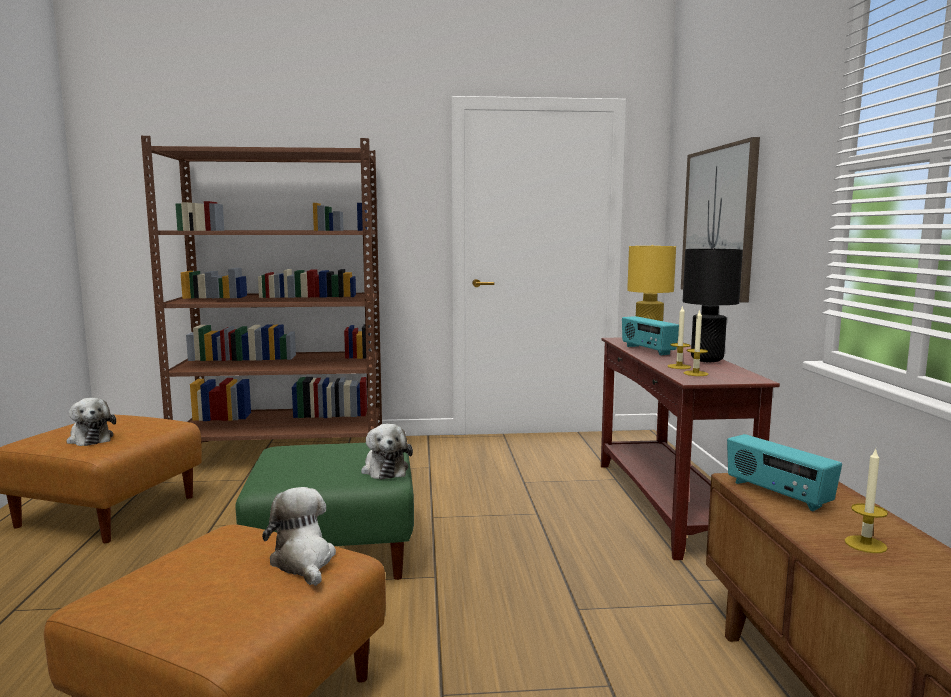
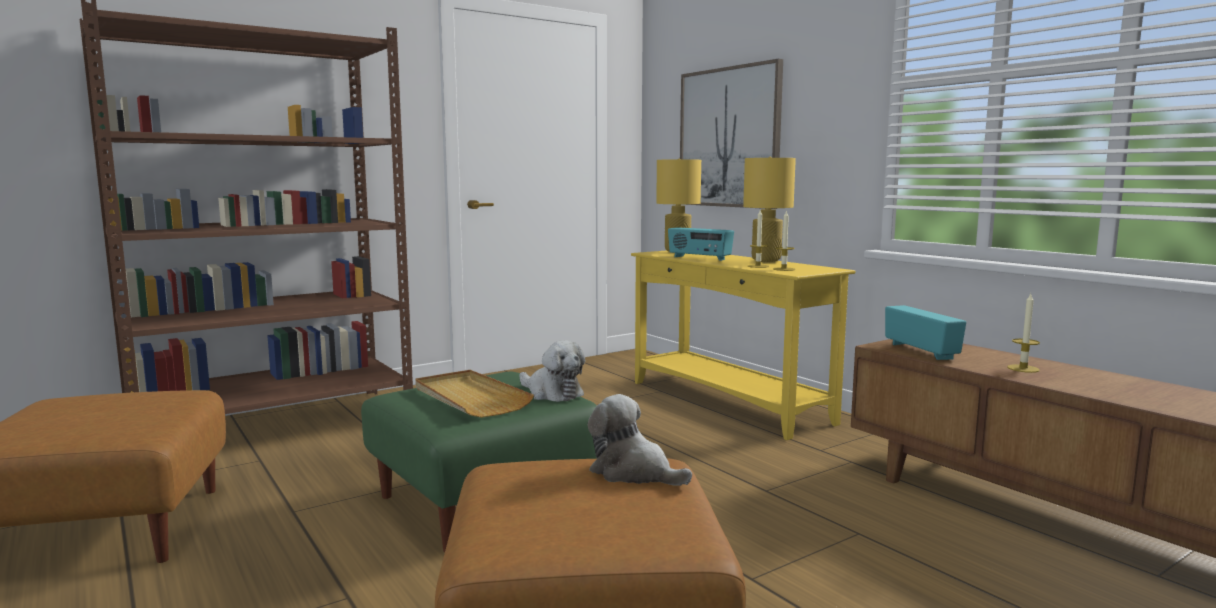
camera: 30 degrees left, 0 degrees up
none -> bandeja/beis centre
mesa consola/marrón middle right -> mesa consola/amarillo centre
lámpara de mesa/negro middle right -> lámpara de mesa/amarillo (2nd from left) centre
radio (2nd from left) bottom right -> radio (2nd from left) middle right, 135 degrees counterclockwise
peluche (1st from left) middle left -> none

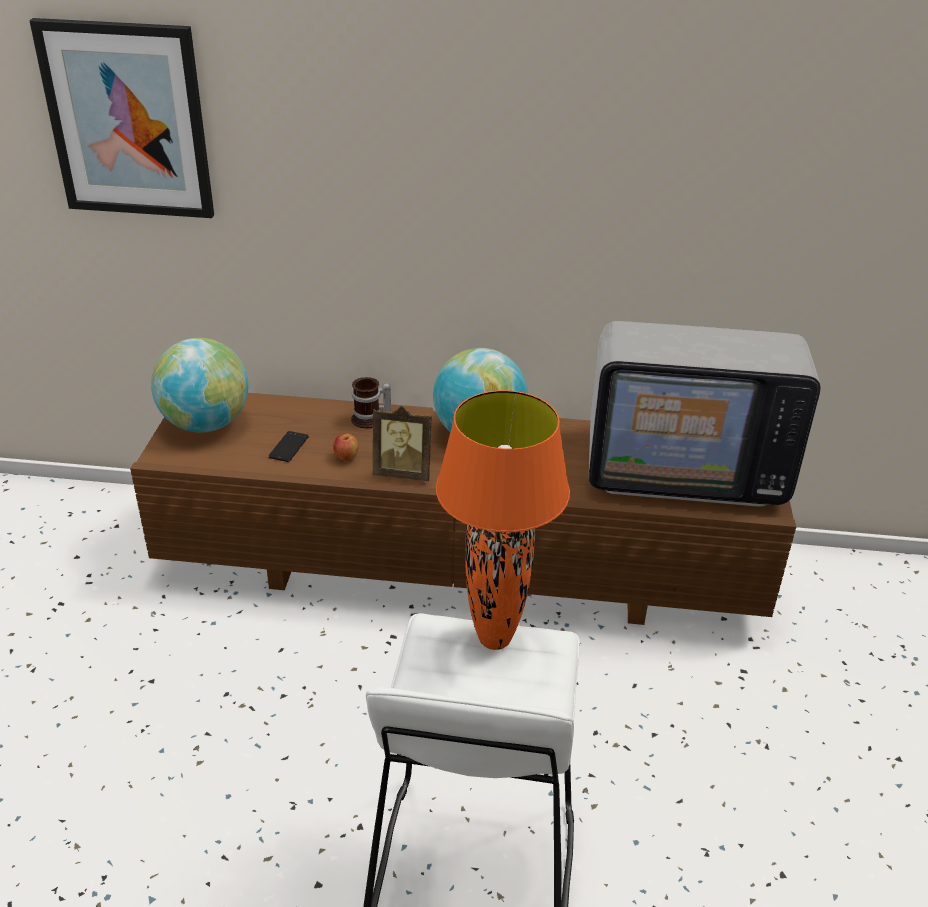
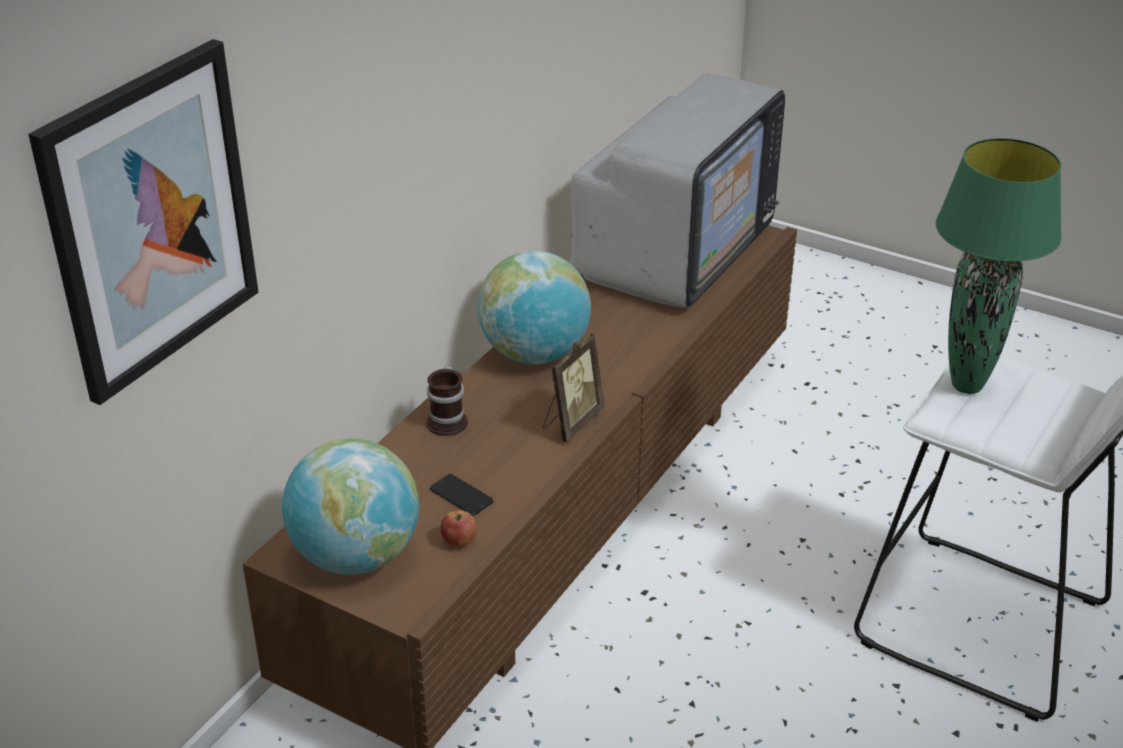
camera: 65 degrees left, 0 degrees up
manzana centre -> manzana bottom centre, moved
lámpara de mesa/naranja centre -> lámpara de mesa/verde middle right

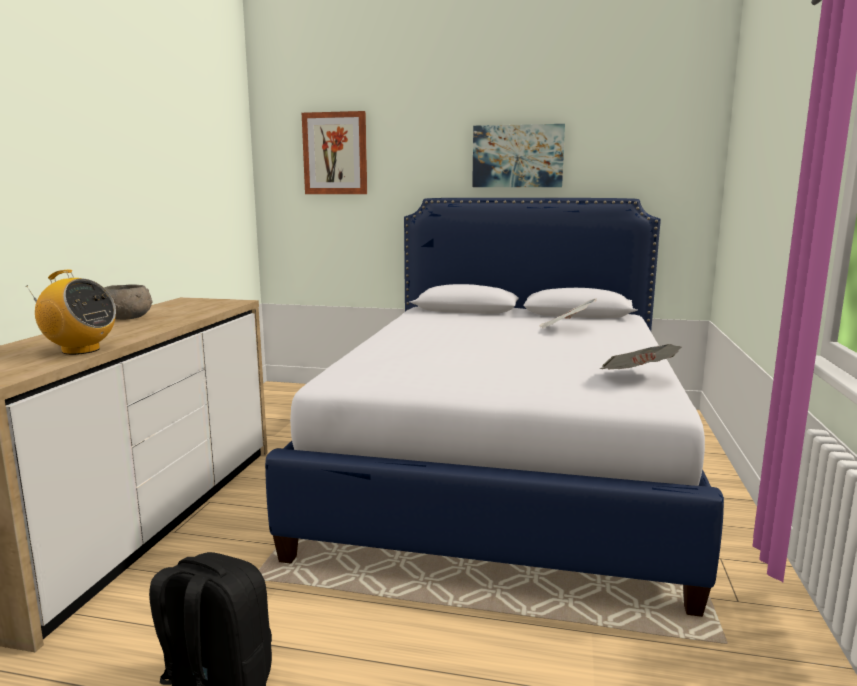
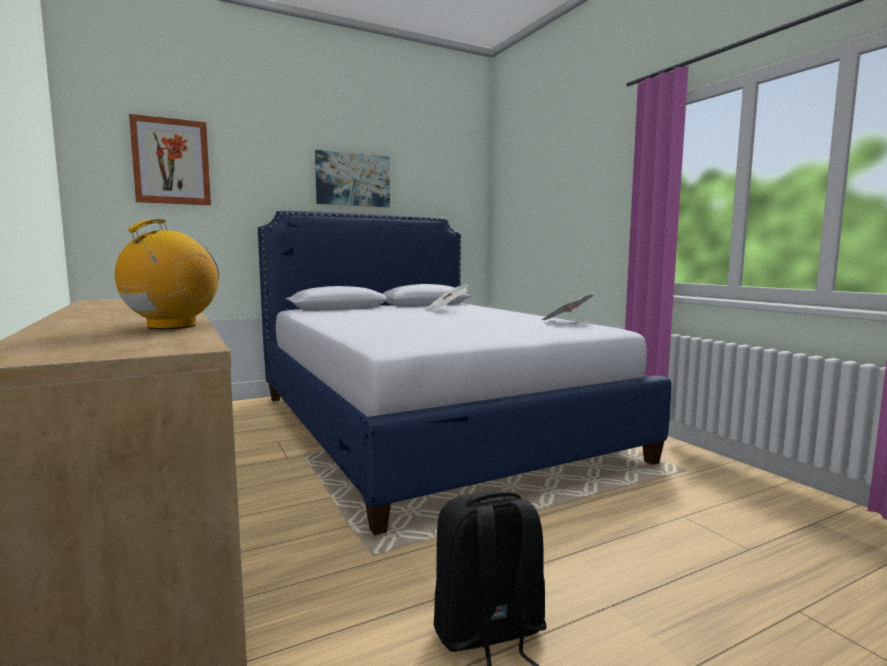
camera: 40 degrees left, 5 degrees down
radio middle left, 45 degrees counterclockwise
cuenco/gris middle left -> none

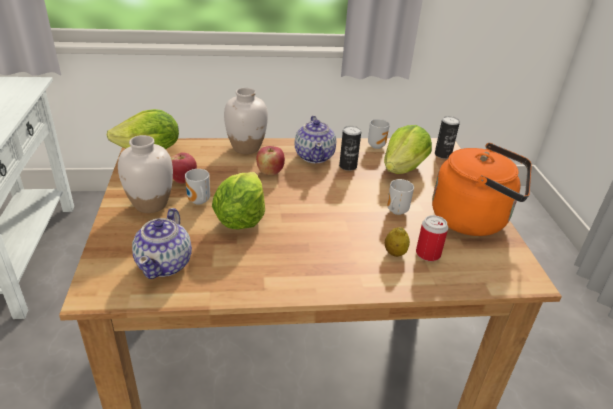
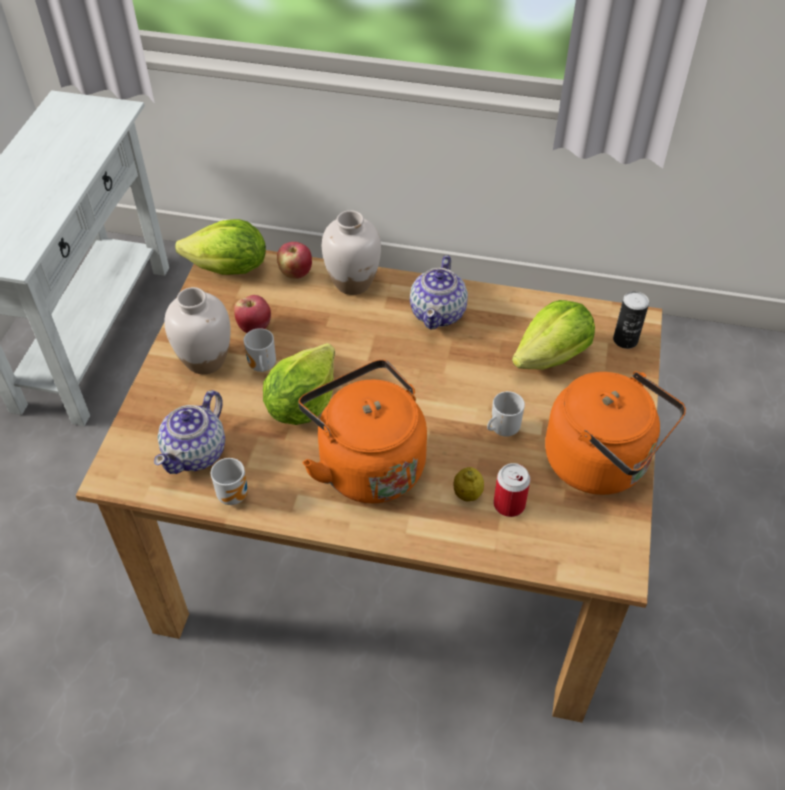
camera: 20 degrees right, 15 degrees up
taza grande (2nd from left in the first image) top centre -> taza grande (1st from left) middle left, moved
manzana (2nd from left) centre -> manzana (2nd from left) top centre, moved
none -> hervidor/naranja (1st from left) centre
lata (1st from left) centre -> none

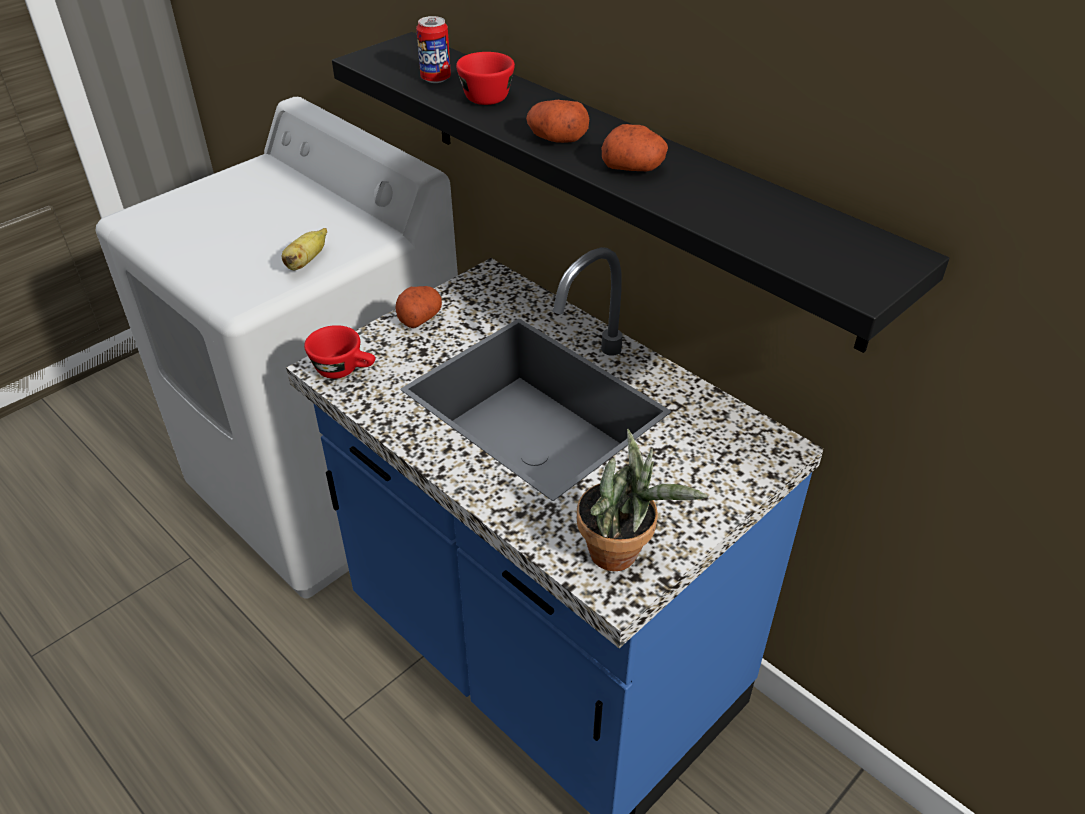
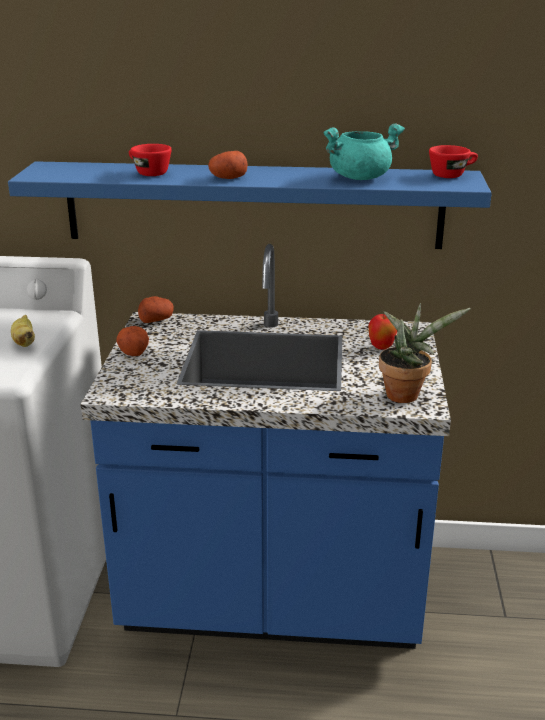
camera: 40 degrees left, 15 degrees down
estante/negro top centre -> estante/azul top centre
patata (3rd from left in the first image) top centre -> patata (2nd from left) middle left, moved
none -> olla/turquesa top right
none -> manzana middle right
taza/rojo (1st from left in the first image) middle left -> taza/rojo (2nd from left) top right, moved
lata top centre -> none

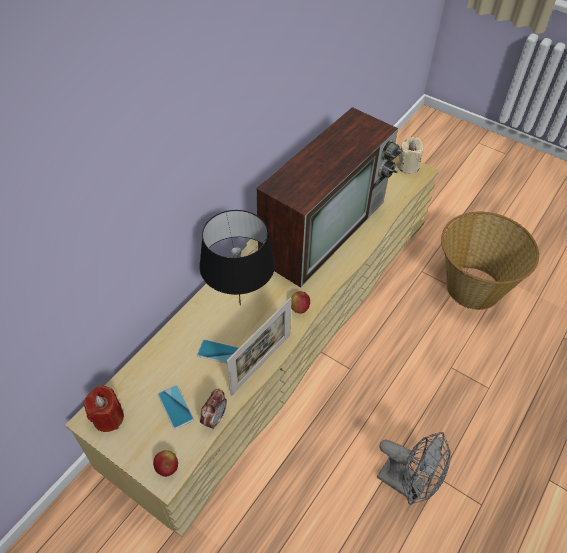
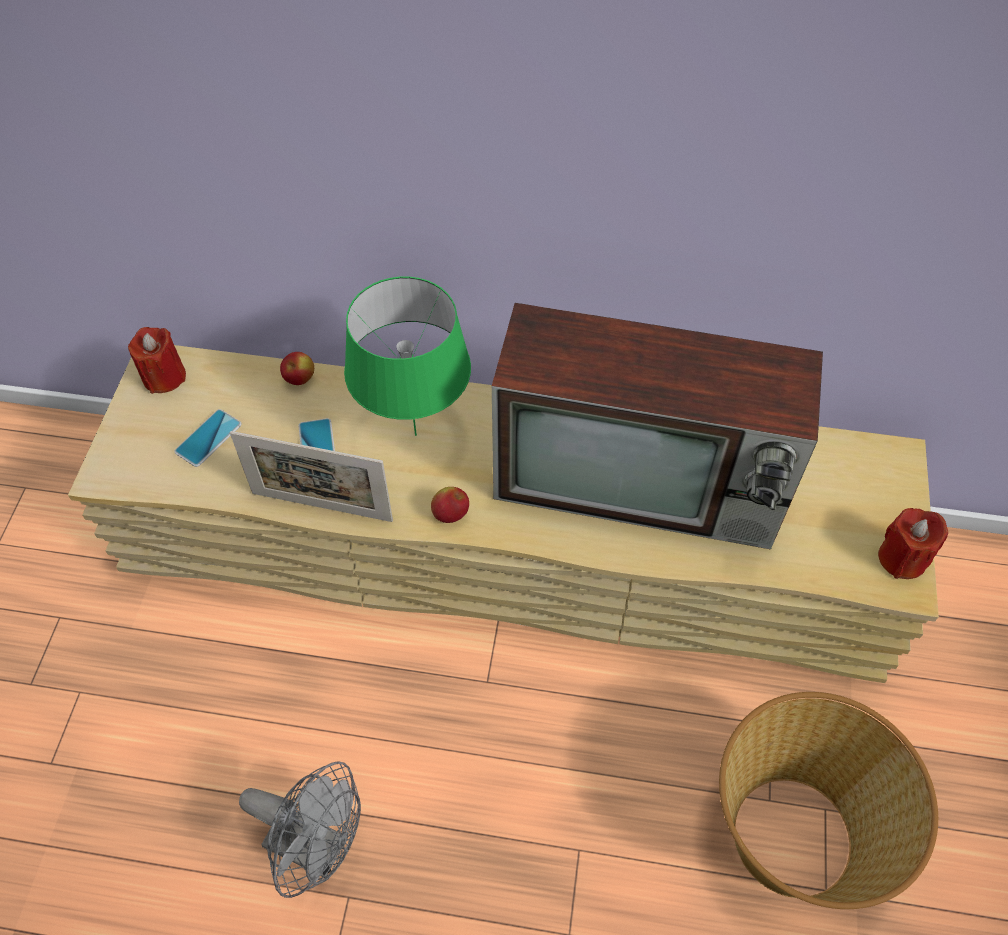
camera: 65 degrees right, 5 degrees up
ventilador/gris bottom right -> ventilador/gris bottom left, 75 degrees counterclockwise
manzana (1st from left) bottom left -> manzana (1st from left) middle left, moved
lámpara de mesa/negro centre -> lámpara de mesa/verde centre
vela/beis top right -> vela/rojo (2nd from left) middle right
despertador bottom centre -> none

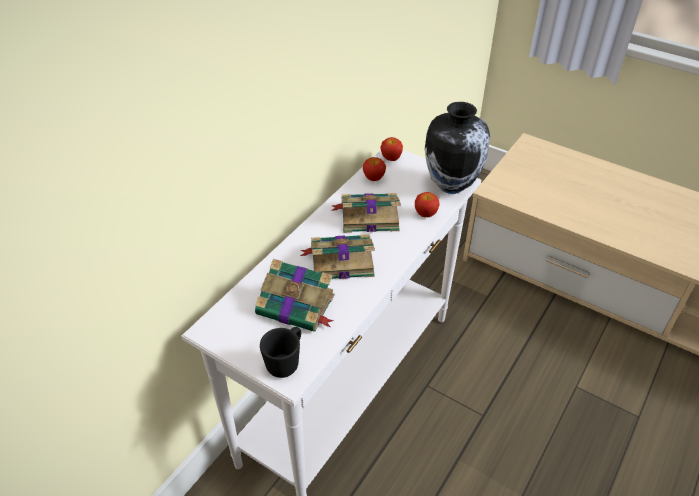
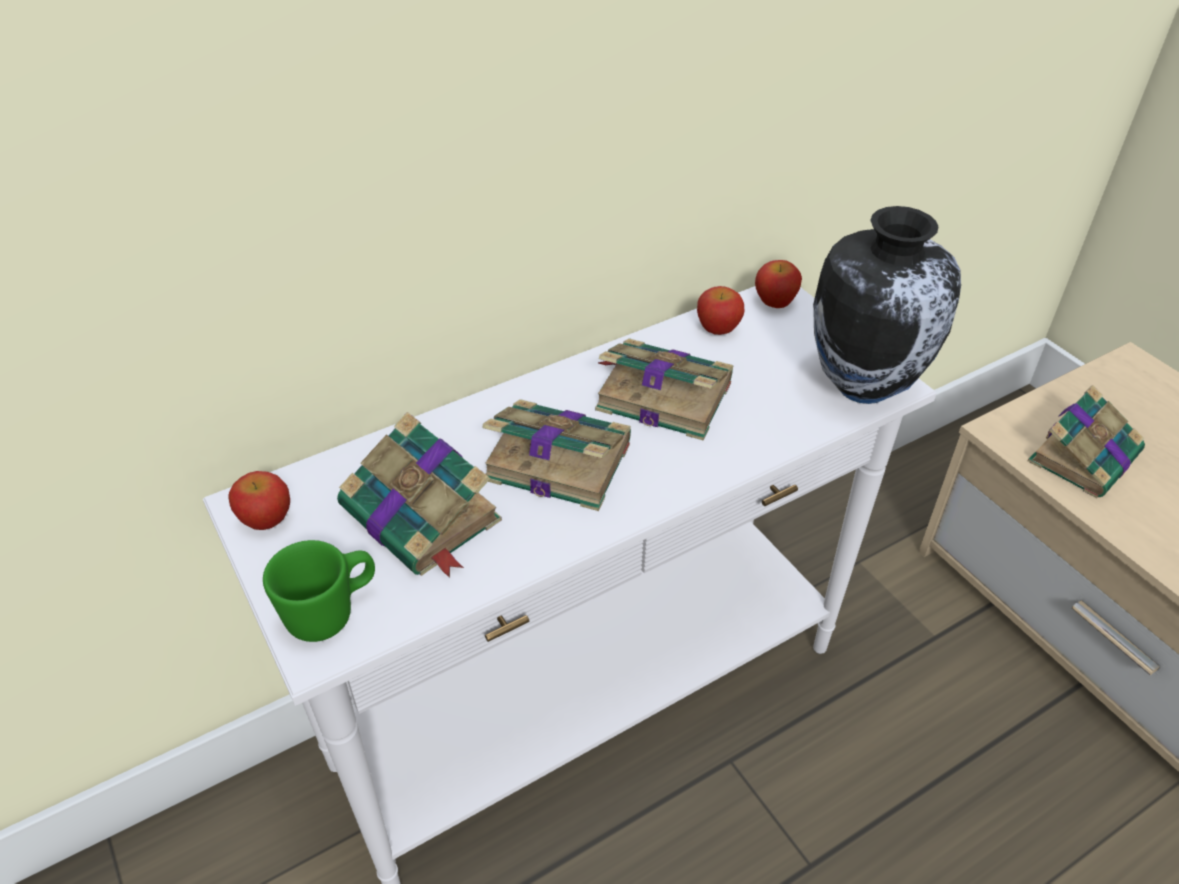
camera: 25 degrees right, 0 degrees up
manzana (3rd from left in the first image) centre -> manzana (1st from left) middle left, moved
taza grande/negro bottom centre -> taza grande/verde bottom left
none -> libro (4th from left) middle right

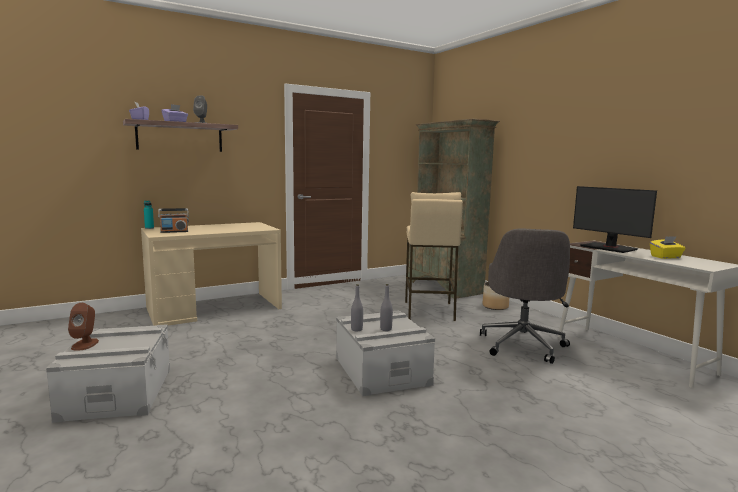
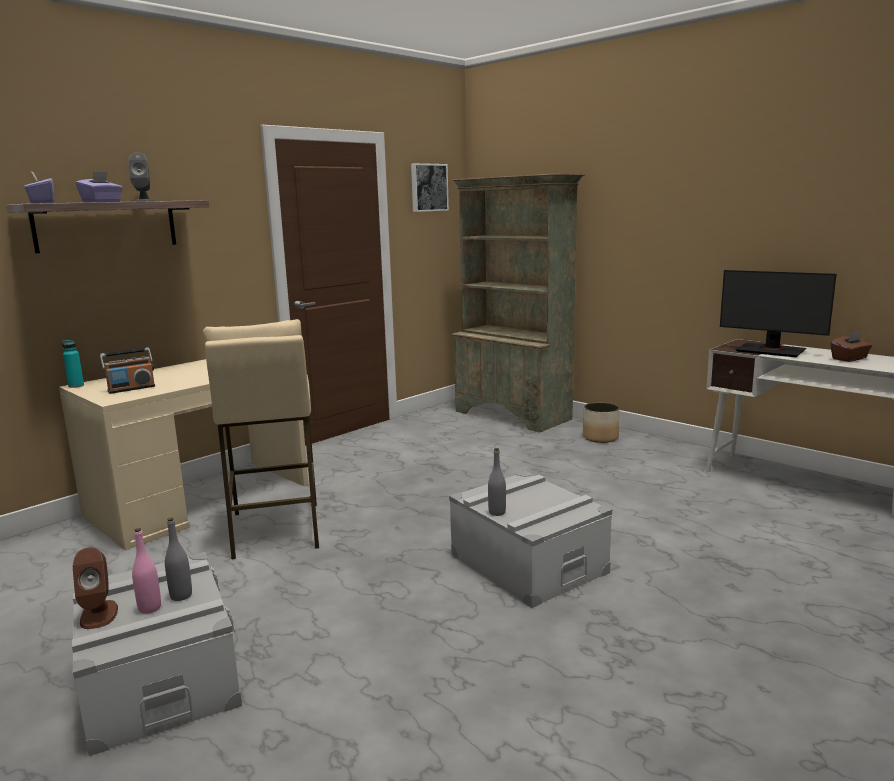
camera: 15 degrees left, 5 degrees up
none -> botella/rosa bottom left
botella/gris (2nd from left in the first image) centre -> botella/gris (1st from left) bottom left, moved
taburete/beis centre -> taburete/beis middle left, moved
none -> cuadro top centre
caja de pañuelos/amarillo middle right -> caja de pañuelos/marrón middle right
silla de oficina/gris middle right -> none

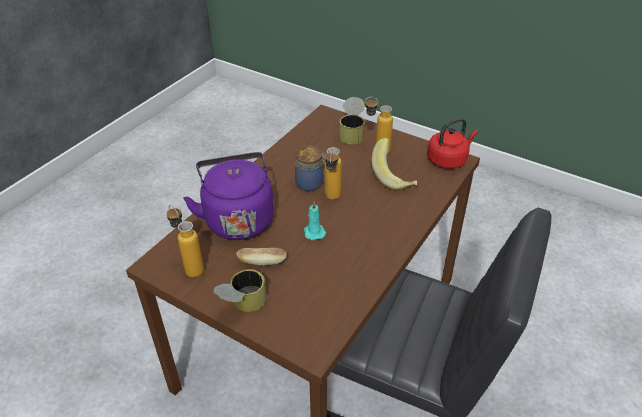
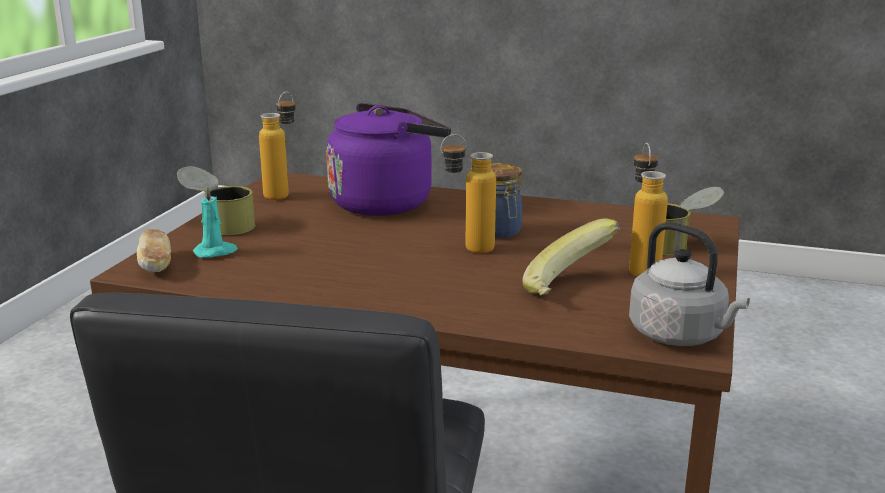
camera: 75 degrees right, 20 degrees down
pan centre -> pan middle left, moved
vela/turquesa centre -> vela/turquesa middle left, moved
hervidor/rojo middle right -> hervidor/gris middle right

